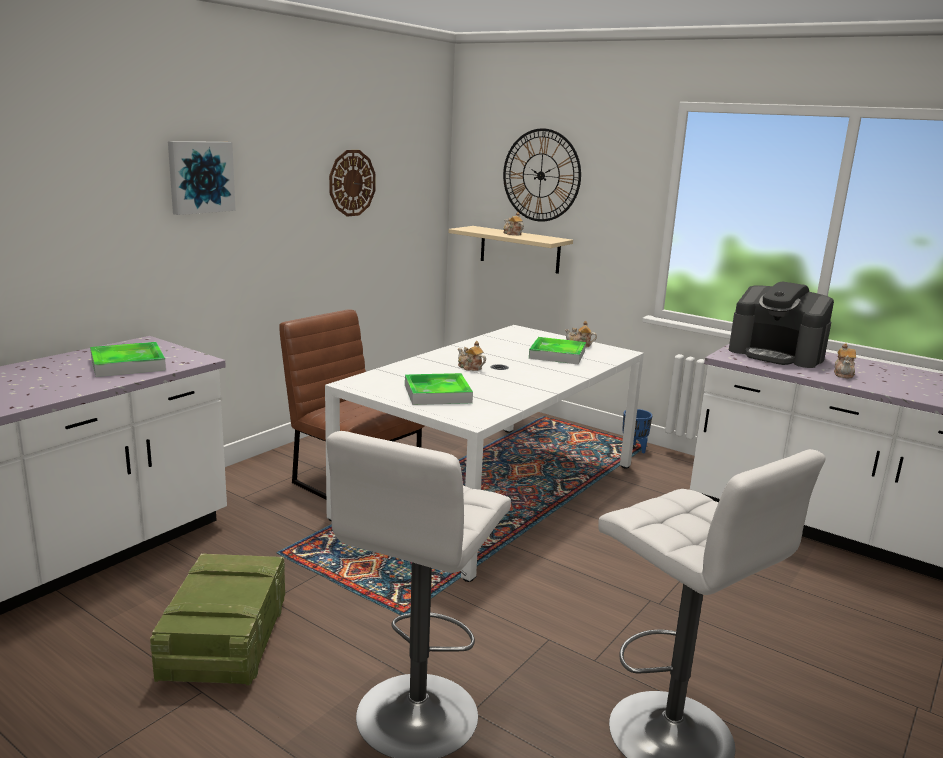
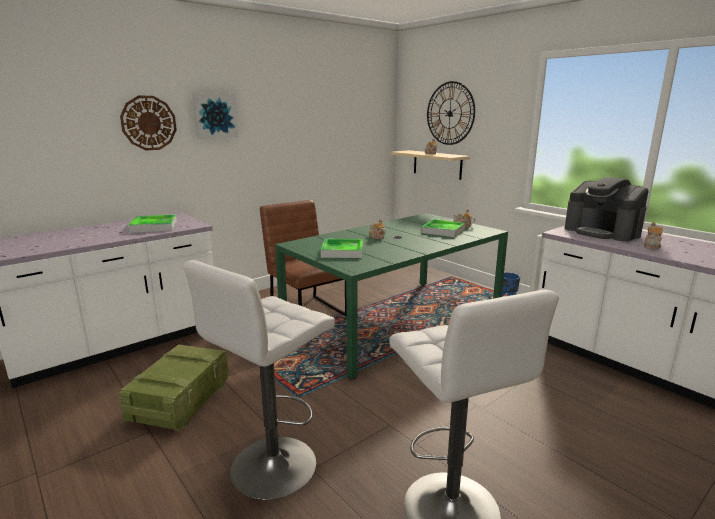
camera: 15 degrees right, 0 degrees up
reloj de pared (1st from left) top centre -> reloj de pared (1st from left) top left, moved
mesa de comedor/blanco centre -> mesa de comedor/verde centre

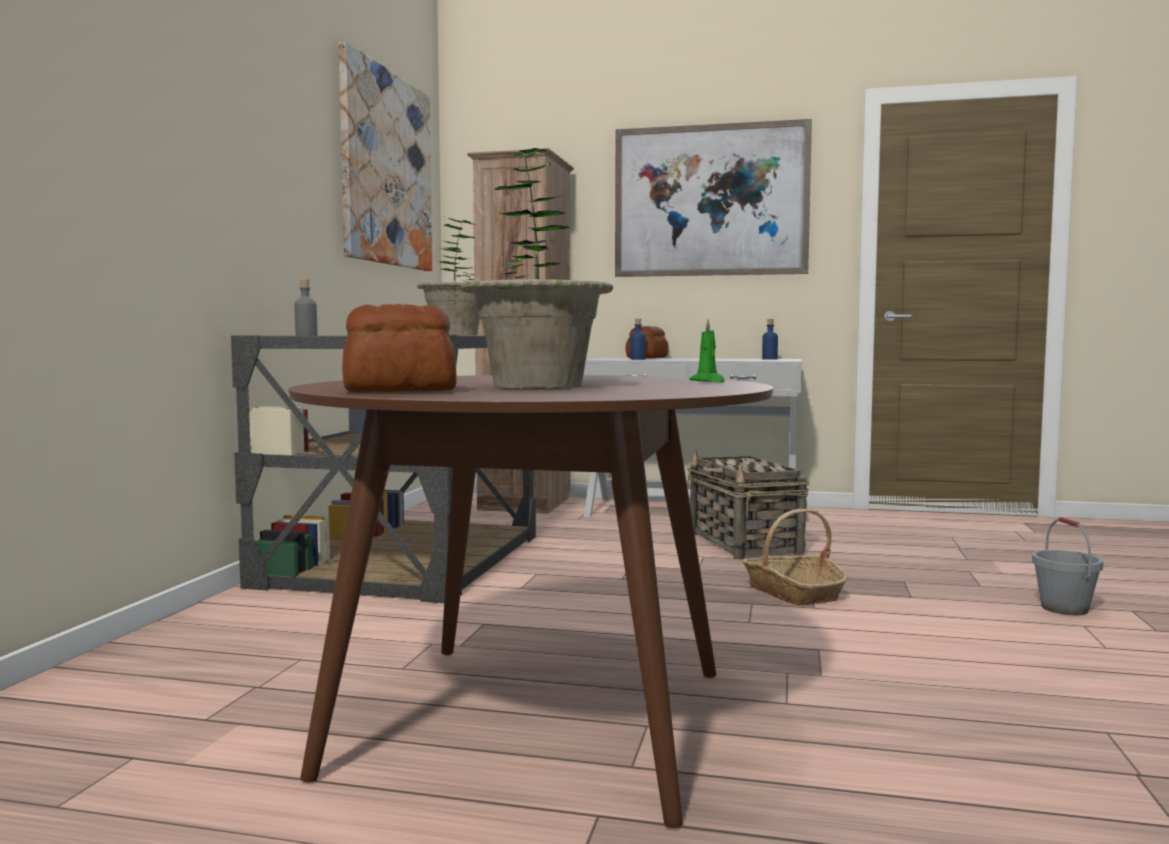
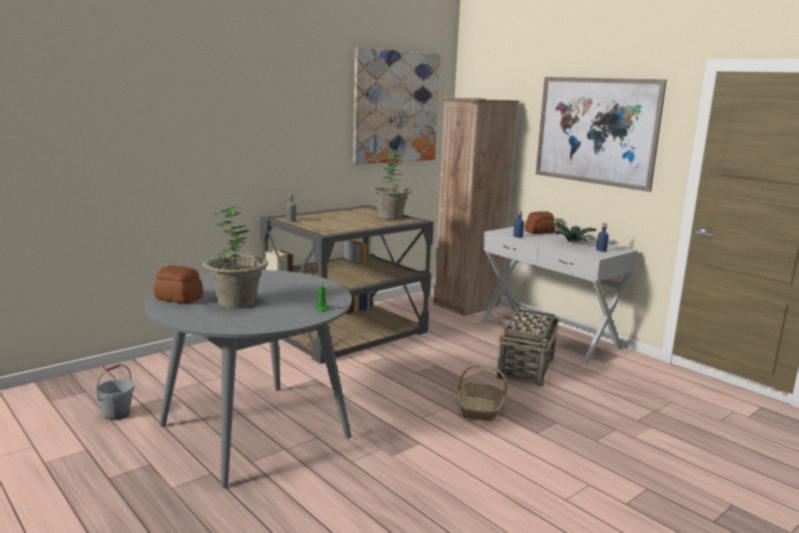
camera: 35 degrees right, 10 degrees up
cubo/gris bottom right -> cubo/gris bottom left, moved
mesa de comedor/marrón bottom centre -> mesa de comedor/gris bottom left
none -> planta en maceta (3rd from left) middle right

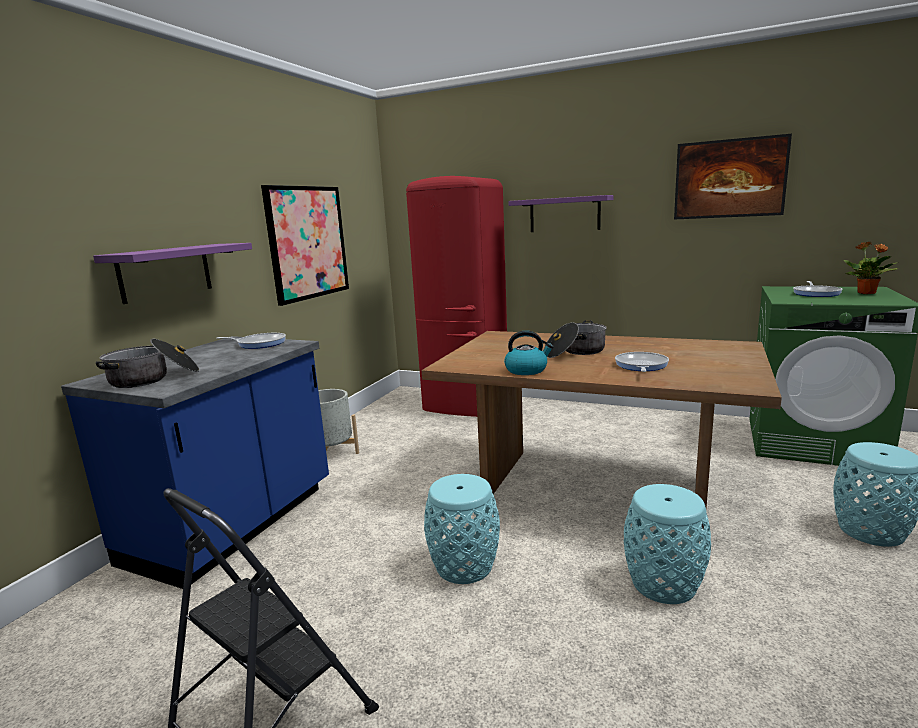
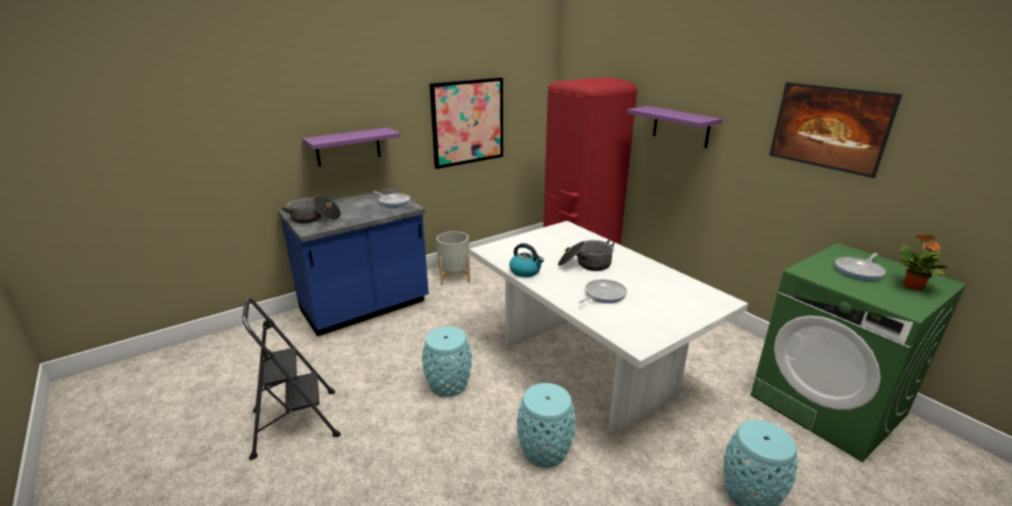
camera: 30 degrees right, 10 degrees up
mesa de comedor/marrón centre -> mesa de comedor/blanco centre

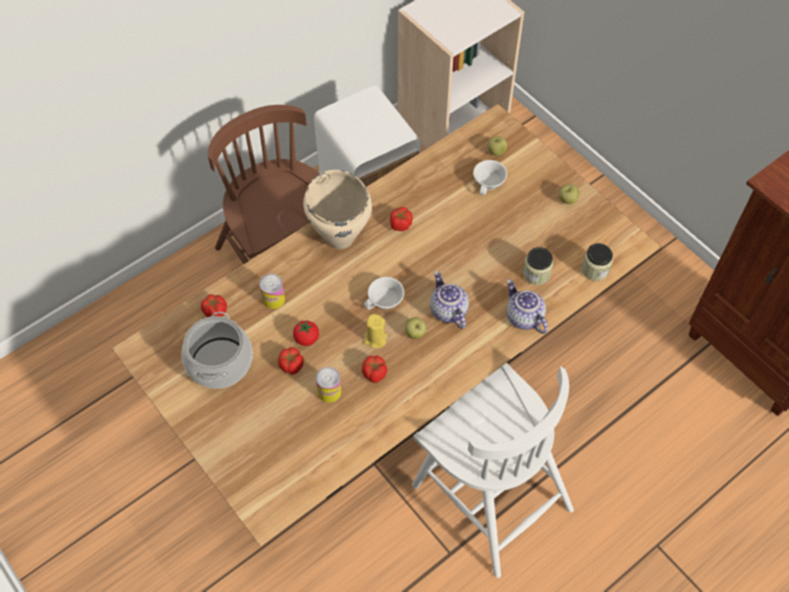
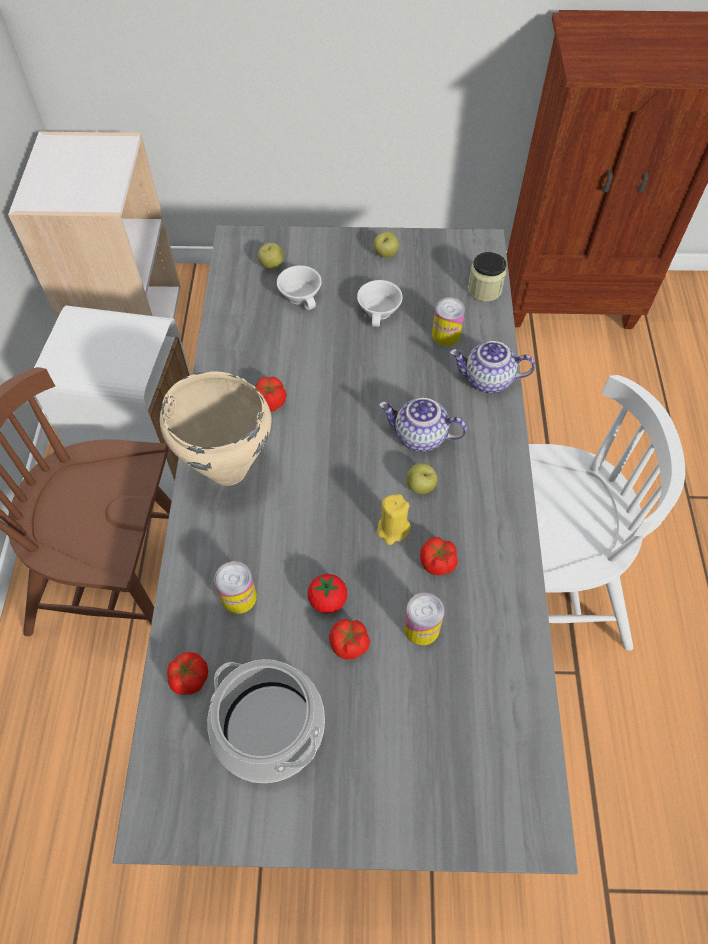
camera: 50 degrees left, 0 degrees up
mesa de comedor/marrón centre -> mesa de comedor/gris centre
taza/blanco (1st from left in the first image) centre -> taza/blanco (2nd from left) top centre, moved
tarro (1st from left) middle right -> lata (3rd from left) centre

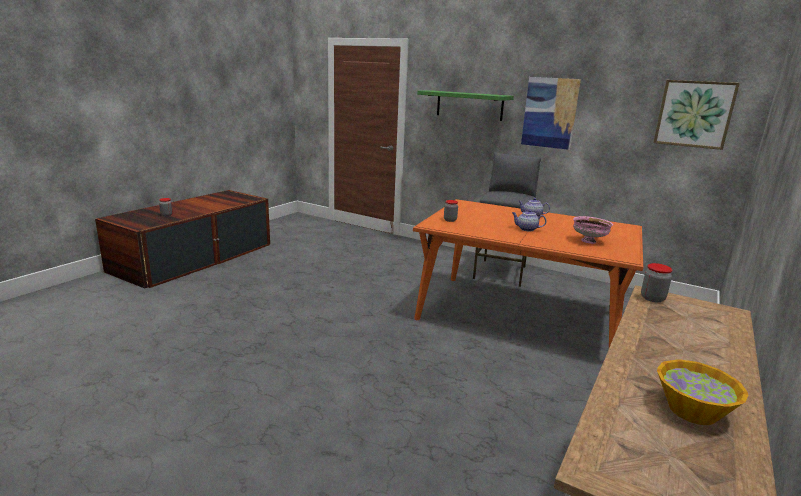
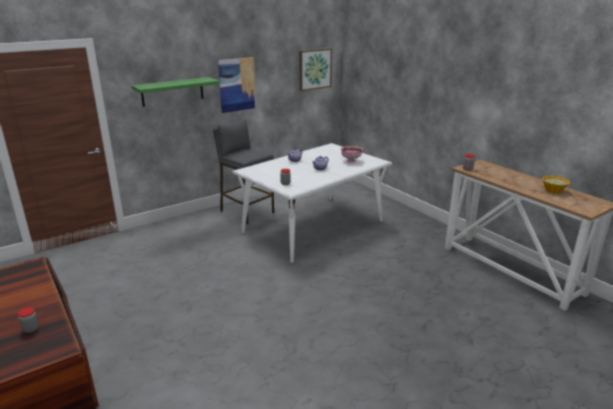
camera: 65 degrees left, 5 degrees up
mesa de comedor/naranja centre -> mesa de comedor/blanco centre

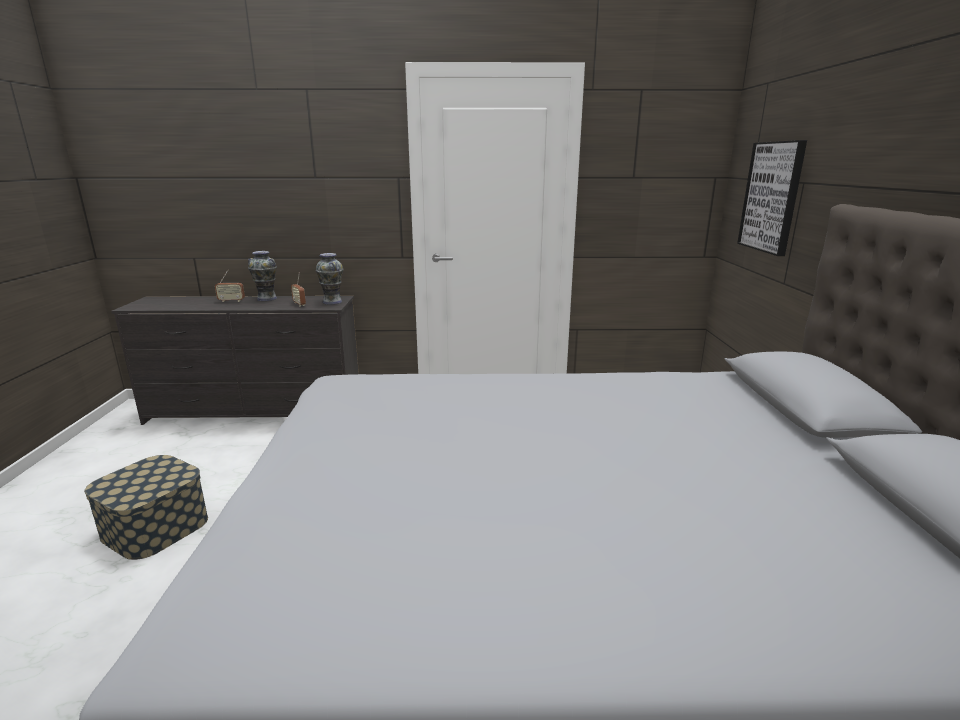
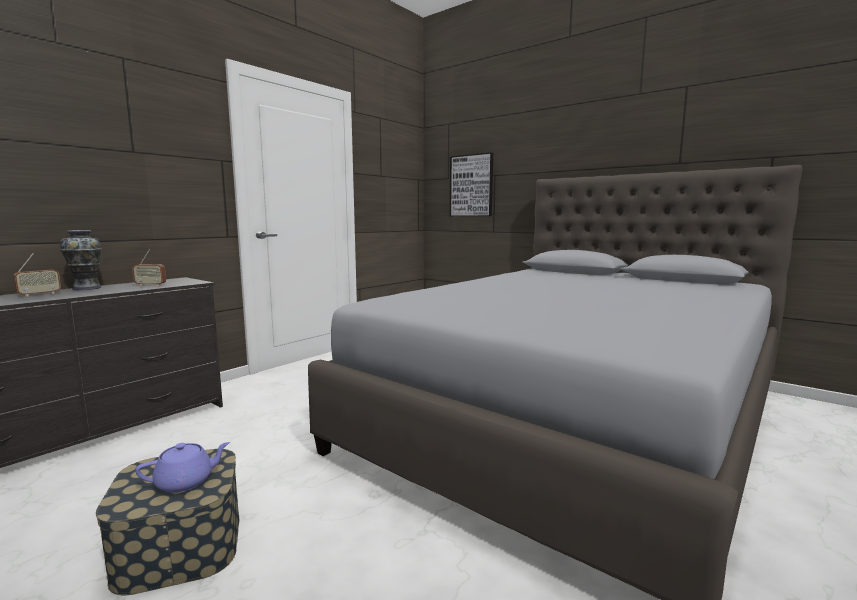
camera: 50 degrees left, 10 degrees down
none -> tetera/morado bottom left
florero (2nd from left) centre -> none

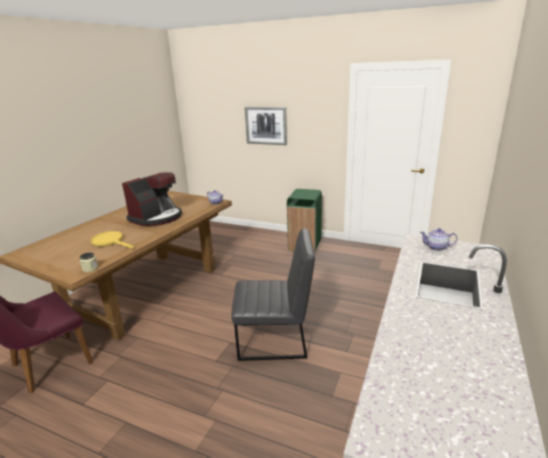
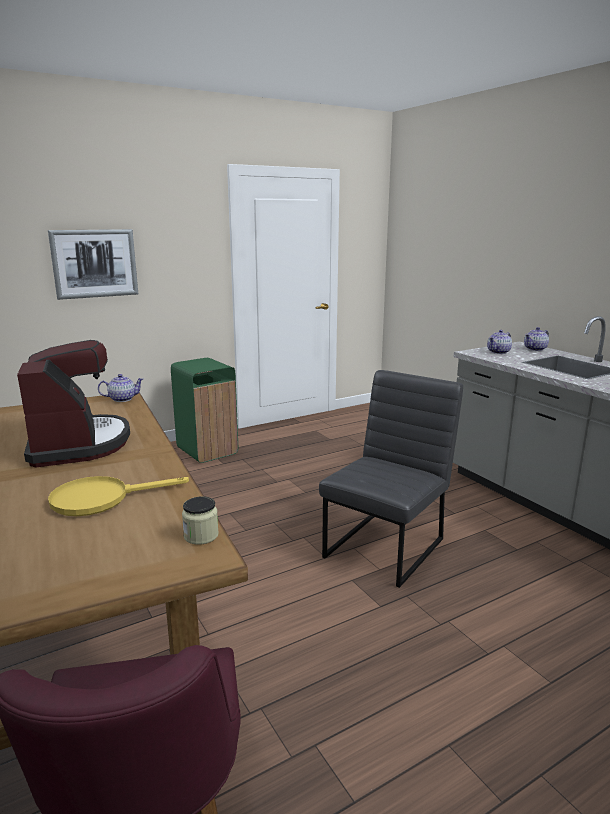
camera: 55 degrees left, 5 degrees down
none -> tetera (3rd from left) middle right

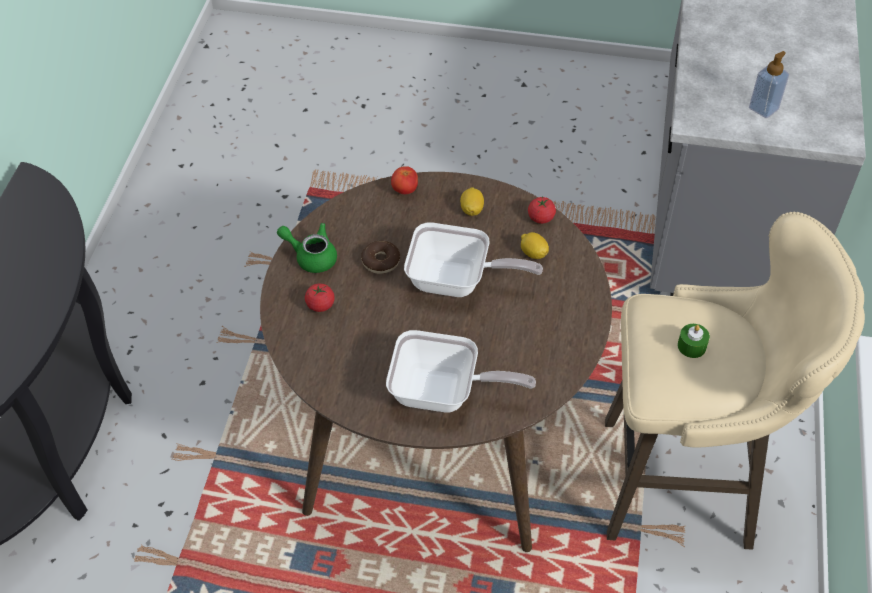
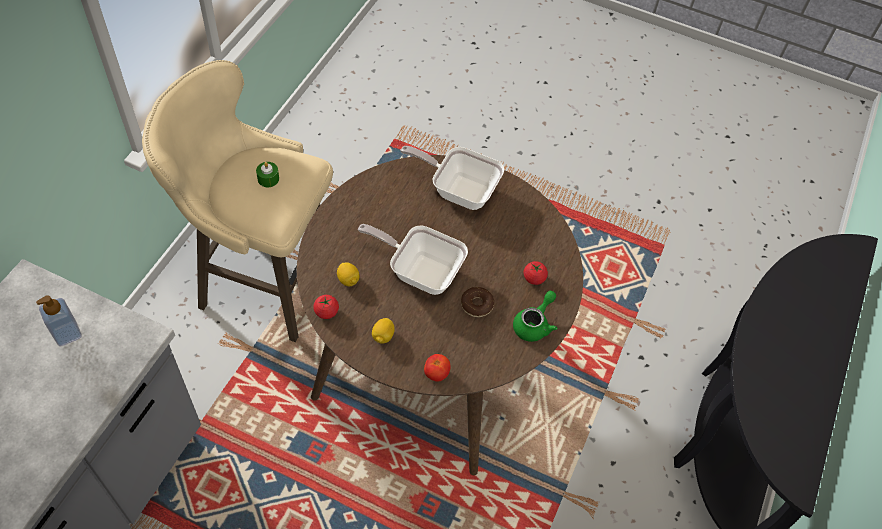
camera: 170 degrees left, 5 degrees up
tetera/verde centre, 90 degrees counterclockwise

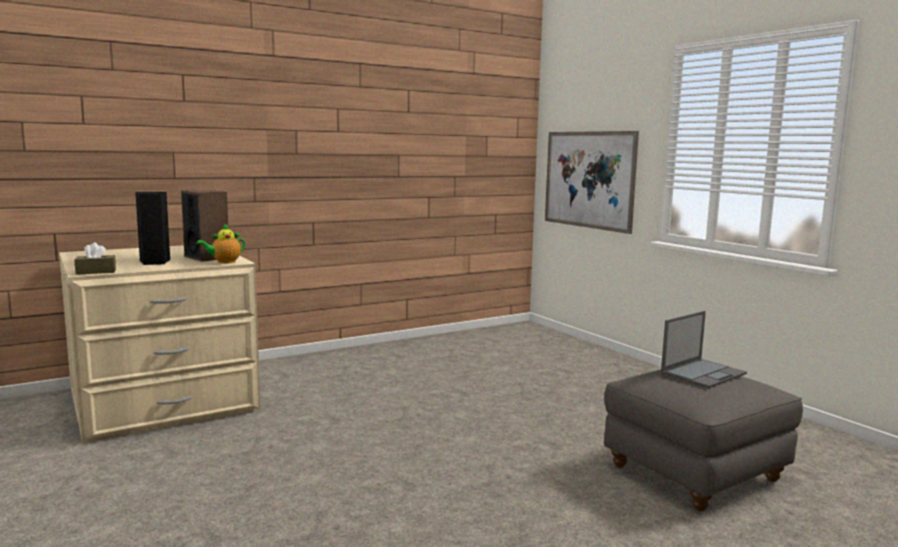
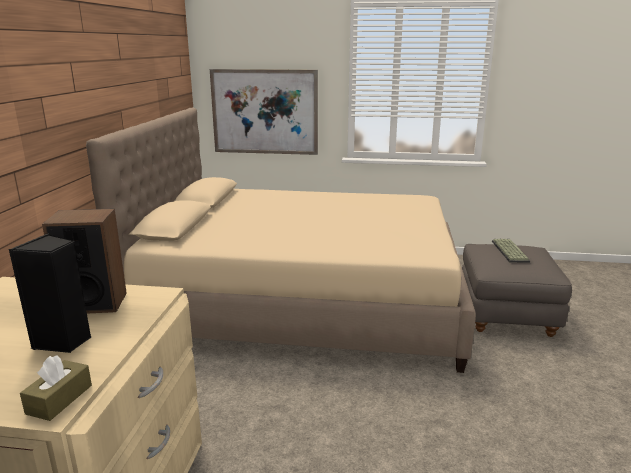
camera: 50 degrees left, 10 degrees up
none -> cama/beis centre
portátil middle right -> teclado middle right
tetera middle left -> none

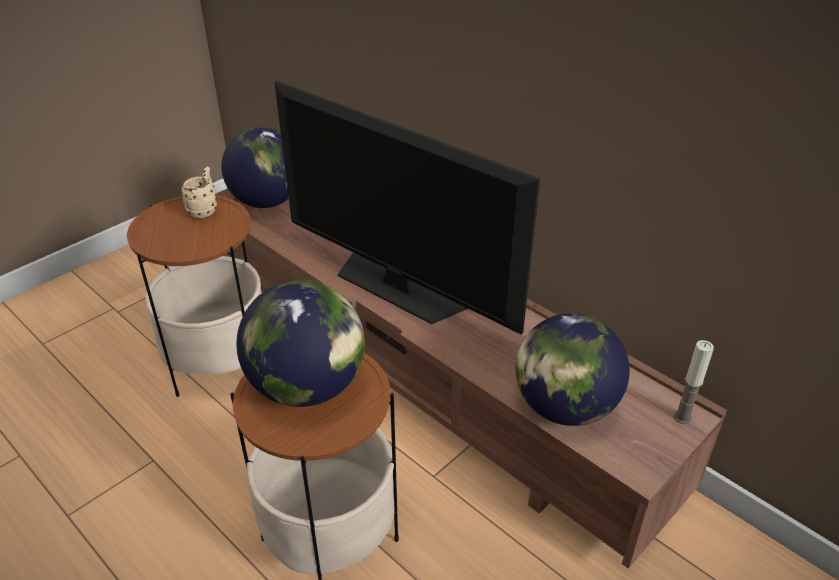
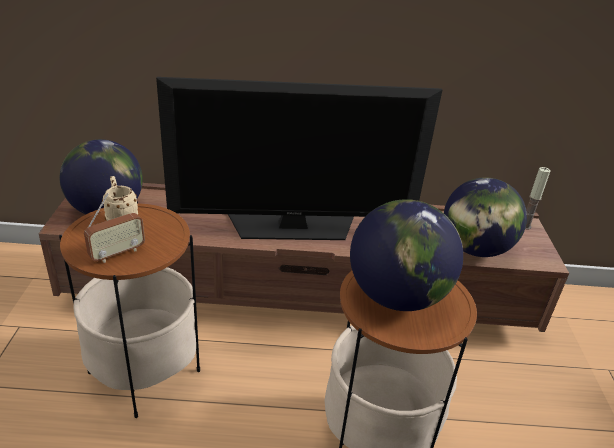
camera: 45 degrees left, 5 degrees down
none -> radio middle left

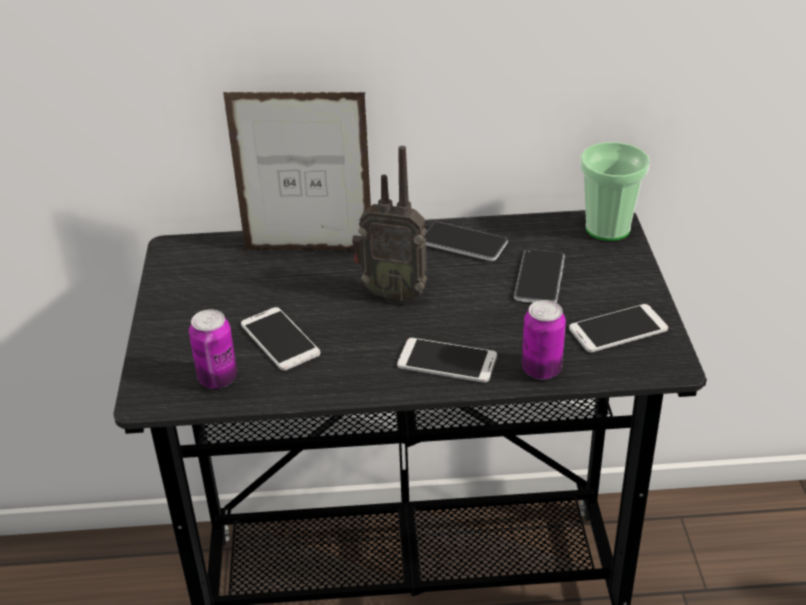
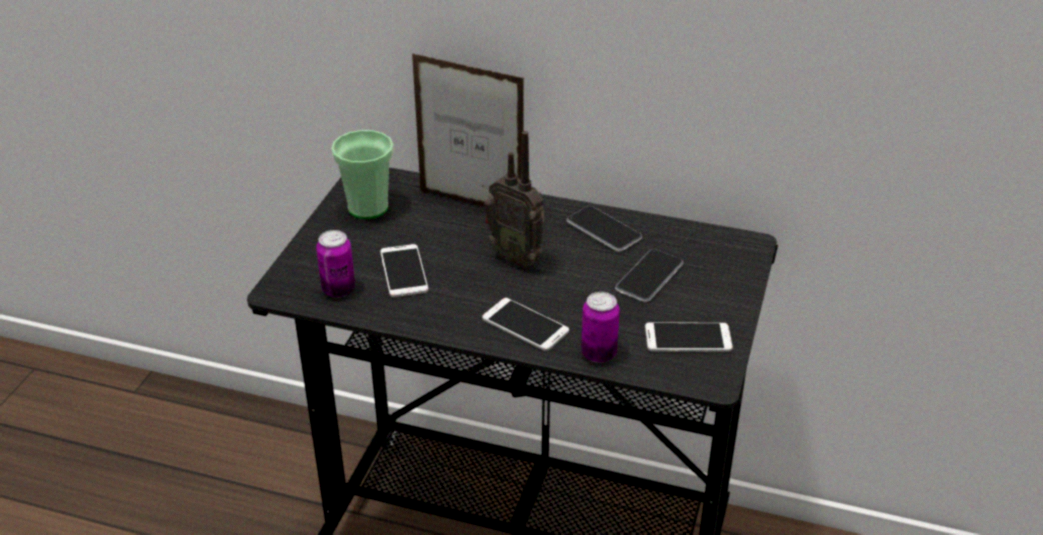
camera: 20 degrees right, 0 degrees up
taza top right -> taza top centre, moved

